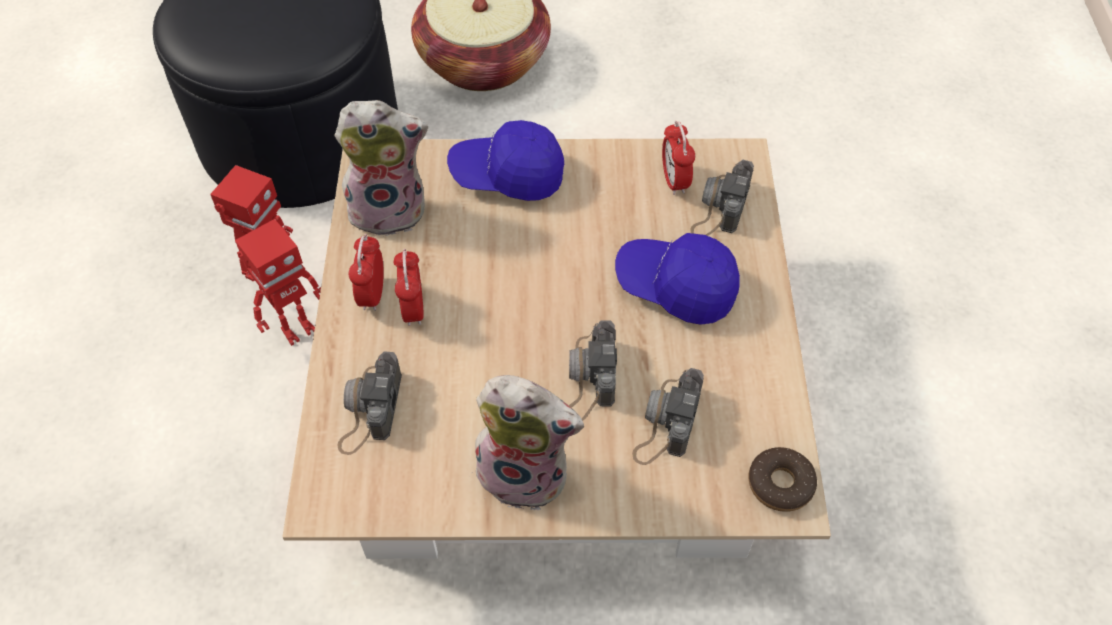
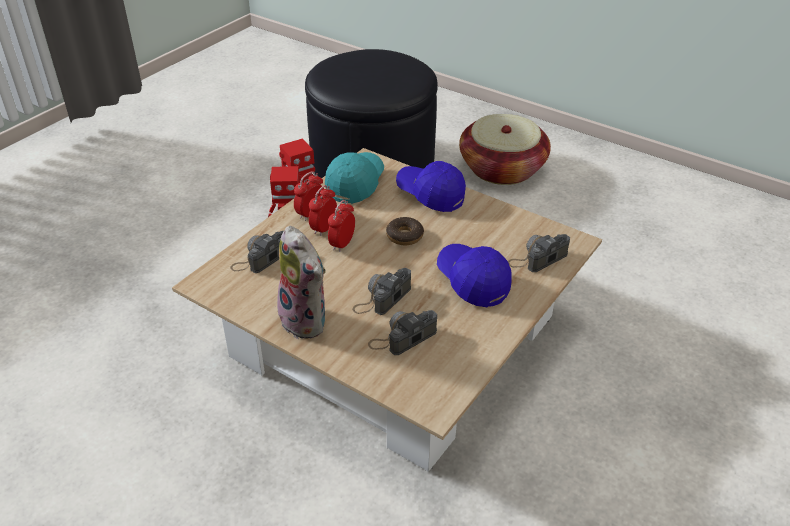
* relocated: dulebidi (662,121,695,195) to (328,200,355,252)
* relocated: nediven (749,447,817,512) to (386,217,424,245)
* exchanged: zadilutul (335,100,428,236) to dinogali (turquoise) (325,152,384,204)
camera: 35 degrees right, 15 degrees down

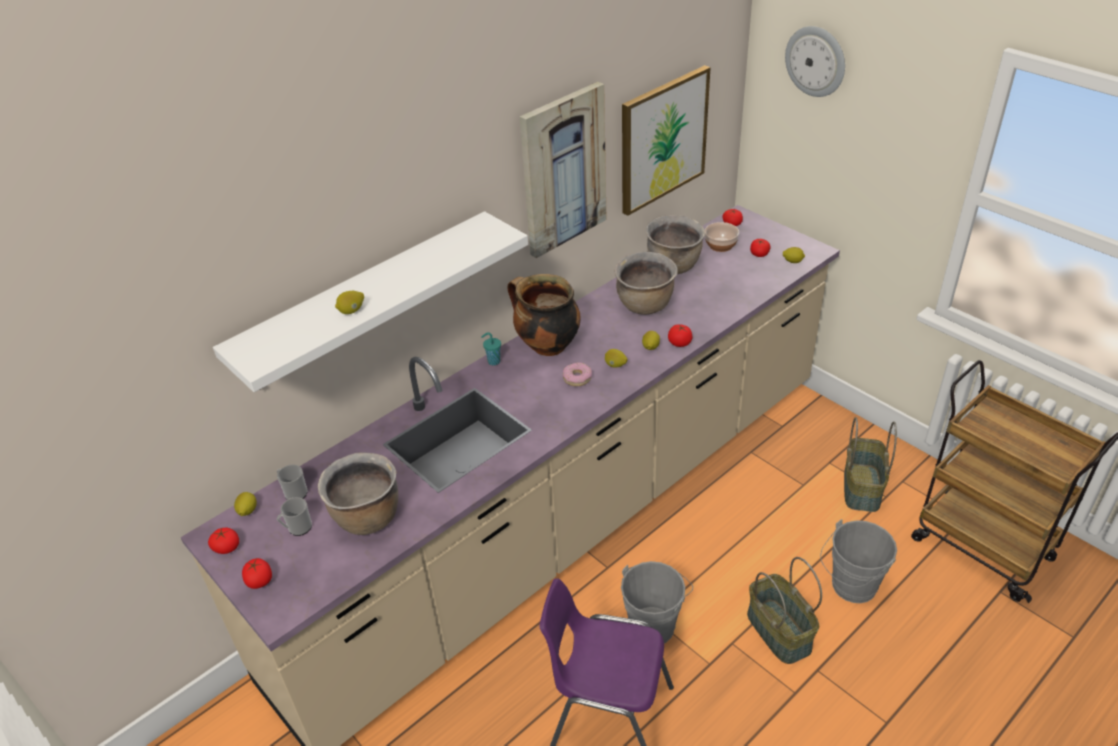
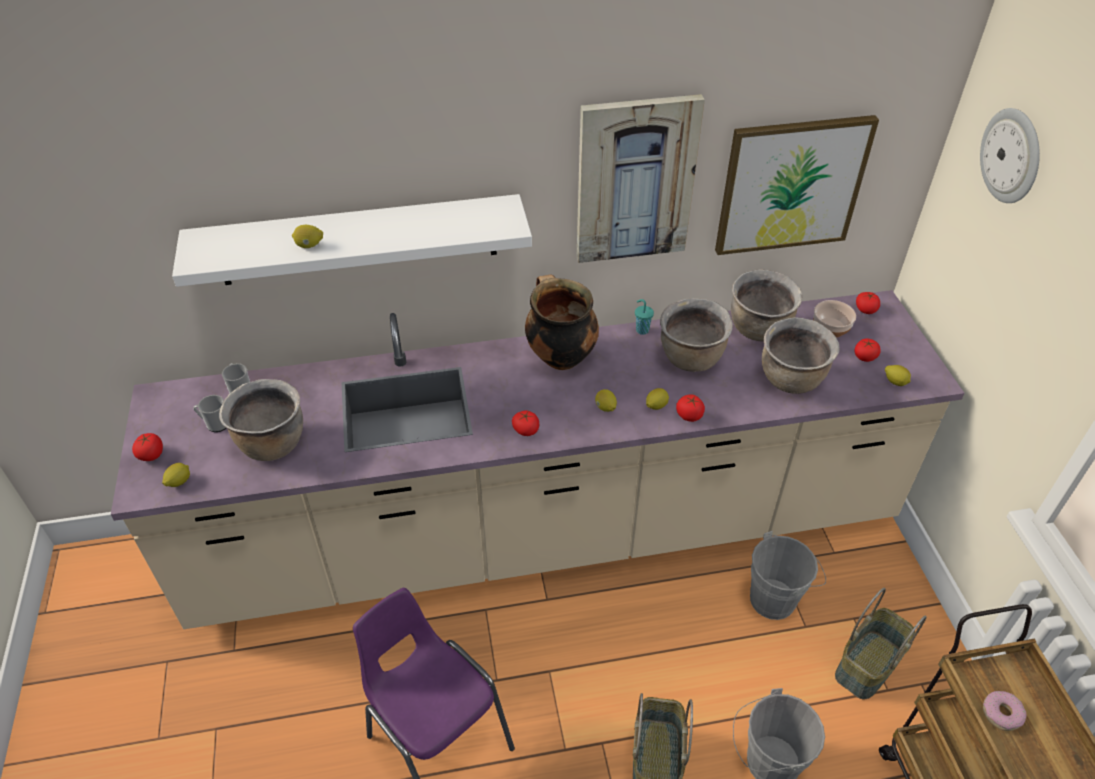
* appeared: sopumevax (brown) (762,317,840,394)
* relocated: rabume (208,527,239,554) to (512,410,539,436)
* relocated: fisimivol (234,492,257,516) to (162,463,190,487)
* relocated: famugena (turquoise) (481,332,501,365) to (635,299,654,335)
* relocated: nediven (563,362,592,386) to (983,691,1026,731)
* relocated: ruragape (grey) (621,561,693,644) to (750,531,826,620)
camera: 30 degrees right, 5 degrees up

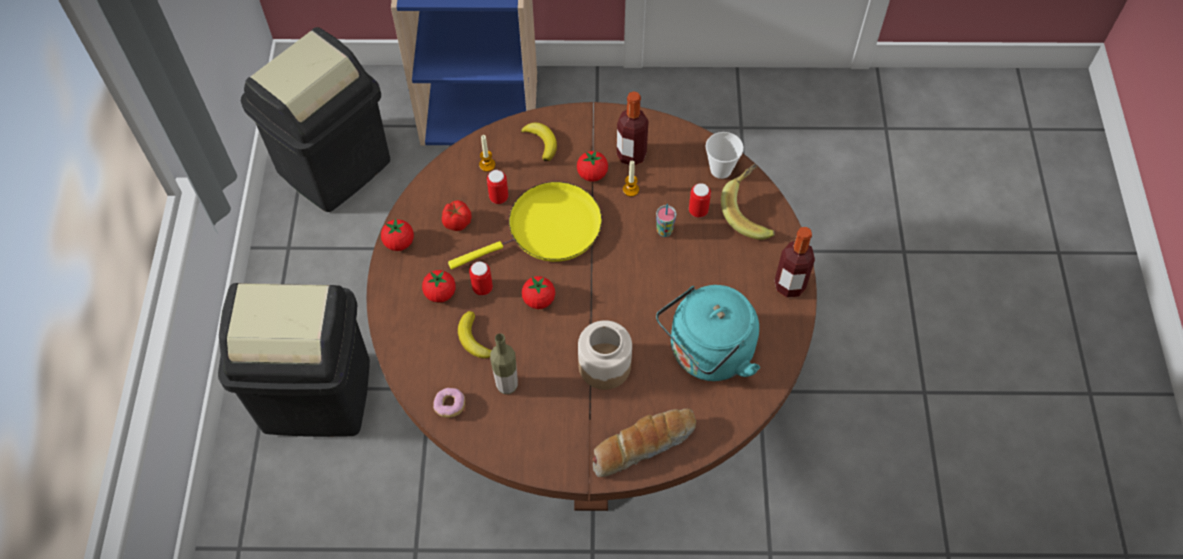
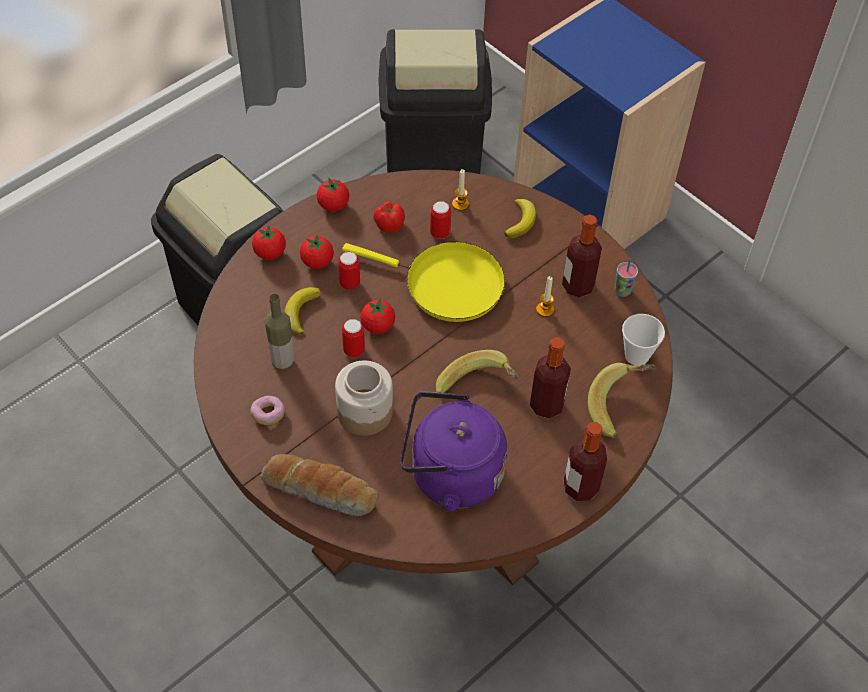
* appeared: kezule (436,350,518,393)
* appeared: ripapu (530,337,571,419)
* relocated: nediven (433,388,465,418) to (250,396,285,425)
* relocated: rabume (577,151,608,182) to (252,226,286,260)
* relocated: famugena (656,204,676,237) to (615,259,638,297)
* relocated: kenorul (689,183,711,218) to (342,319,365,357)
* colour: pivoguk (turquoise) (656,285,760,381) to pivoguk (purple) (400,391,507,512)
camera: 45 degrees right, 5 degrees down

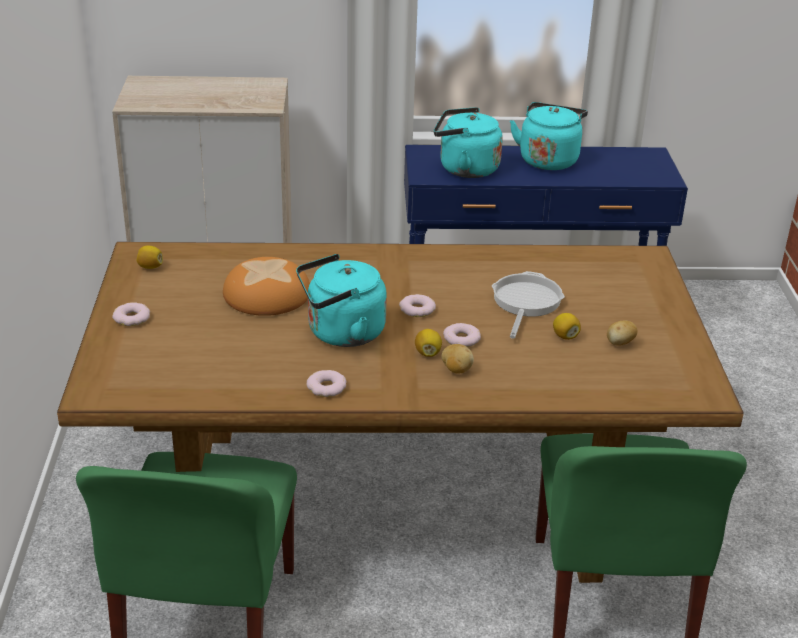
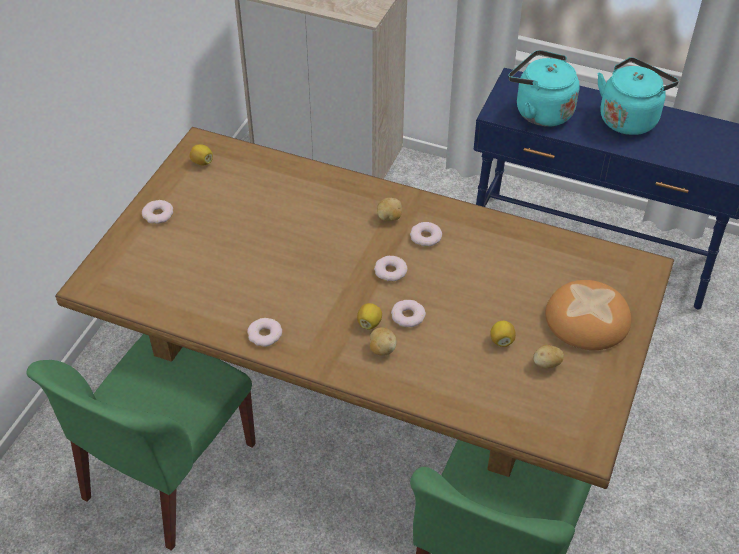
* missing: pivoguk (turquoise) (296,254,387,347)
* missing: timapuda (492,271,565,339)
* appeared: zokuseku (377,198,402,221)
* appeared: nediven (410,222,442,247)
* relocated: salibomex (223,257,310,316) to (545,280,631,350)
camera: 25 degrees right, 15 degrees up

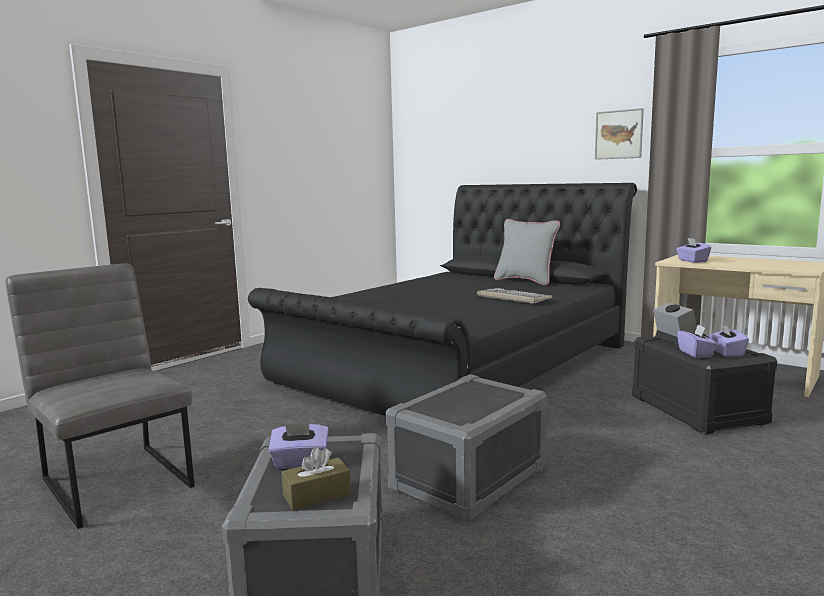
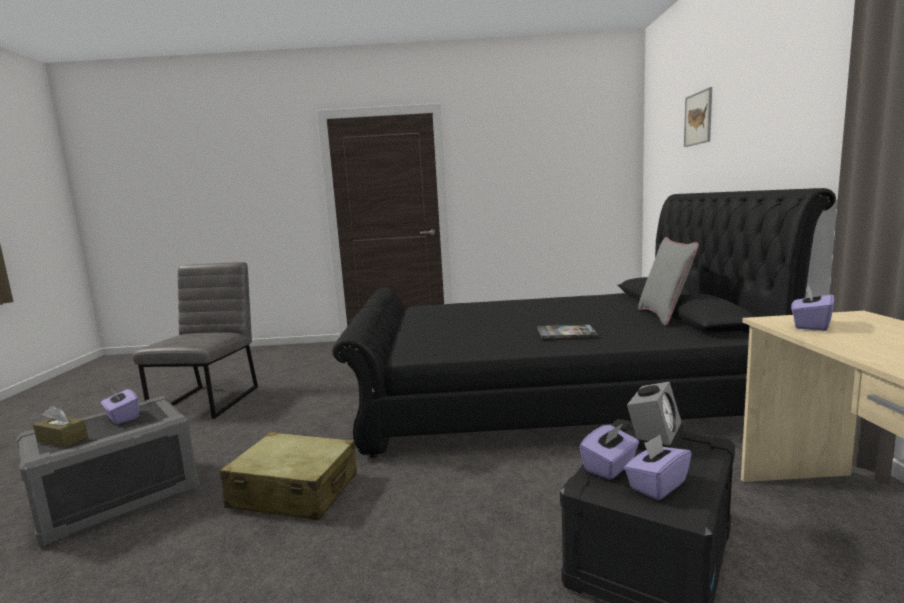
* relocated: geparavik (595,108,644,160) to (684,87,712,147)
* exchanged: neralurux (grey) (386,374,547,522) to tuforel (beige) (220,432,357,520)
* exchanged: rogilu (477,288,552,304) to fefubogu (537,325,599,339)
camera: 50 degrees right, 0 degrees up

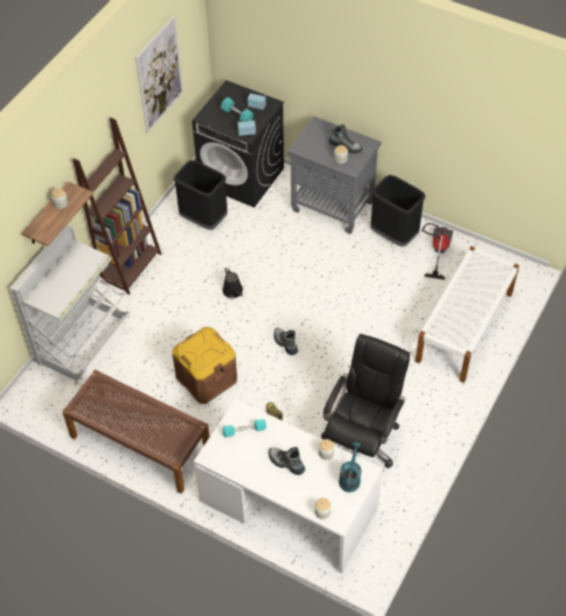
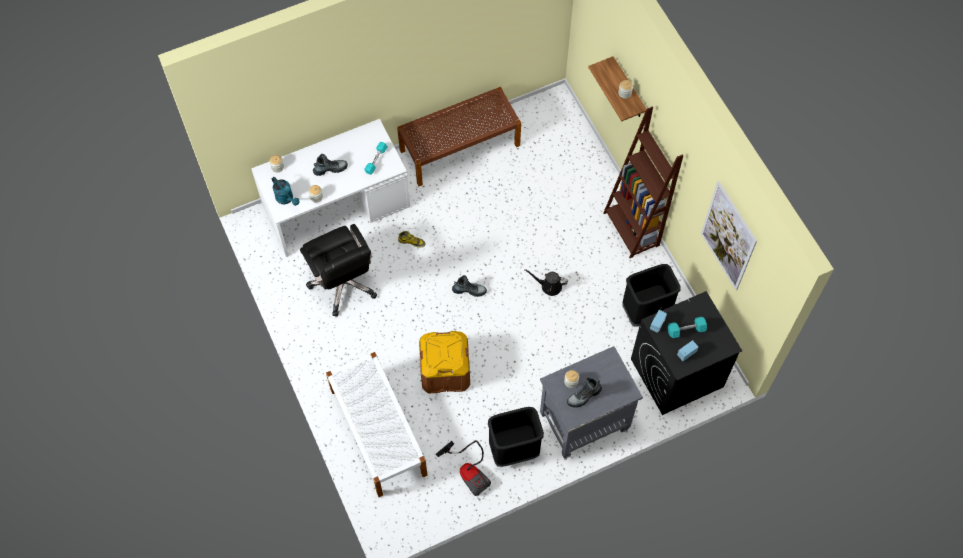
* missing: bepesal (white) (10,225,130,384)
* relocated: neralurux (brown) (172,327,237,404) to (419,331,470,394)
camera: 125 degrees right, 10 degrees up

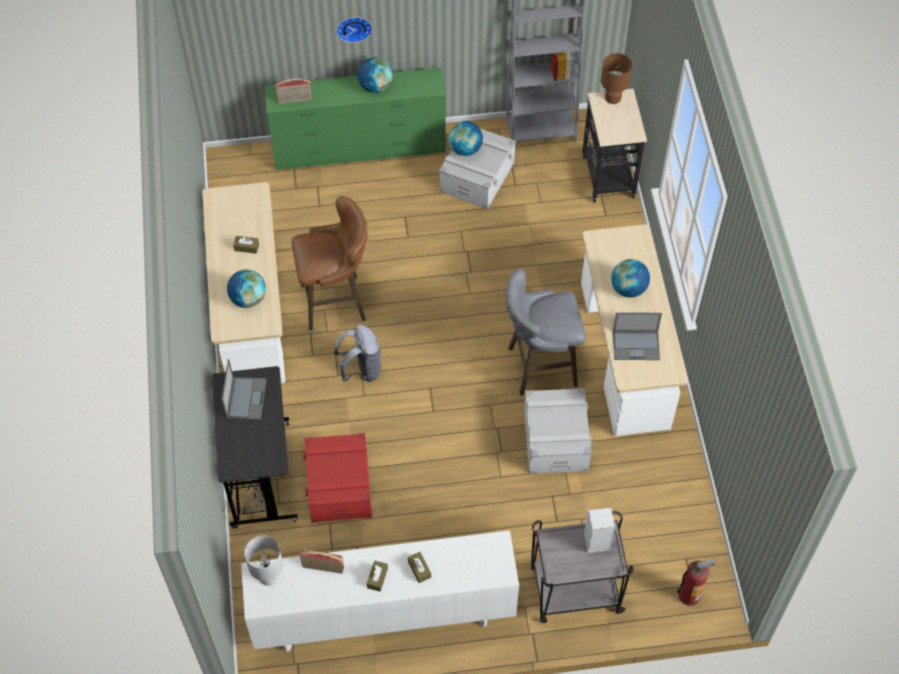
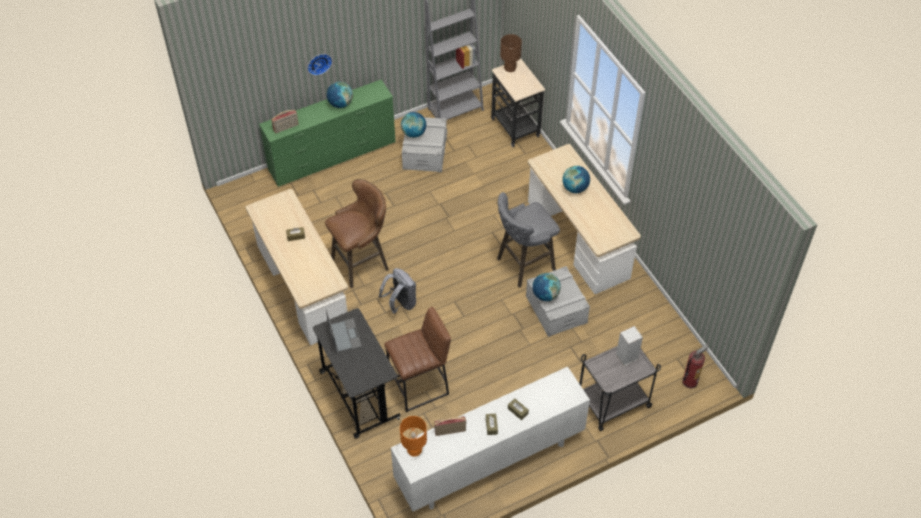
* missing: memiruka (613,312,662,360)
* relocated: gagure (227,269,266,308) to (532,273,561,301)
* exchanged: neralurux (red) (303,433,372,523) to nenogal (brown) (384,307,451,412)
* colour: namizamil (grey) (244,536,283,586) to namizamil (orange) (400,416,427,457)
camera: 20 degrees left, 5 degrees down

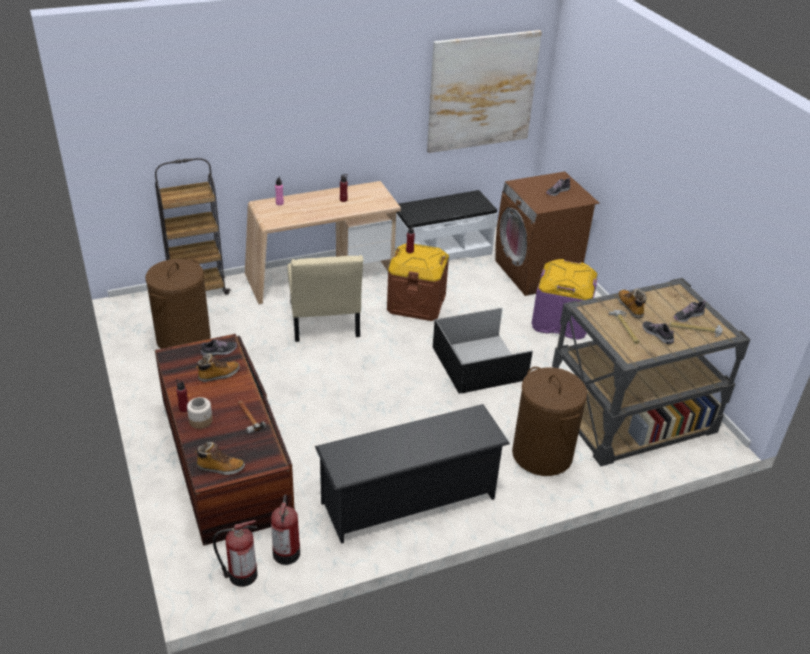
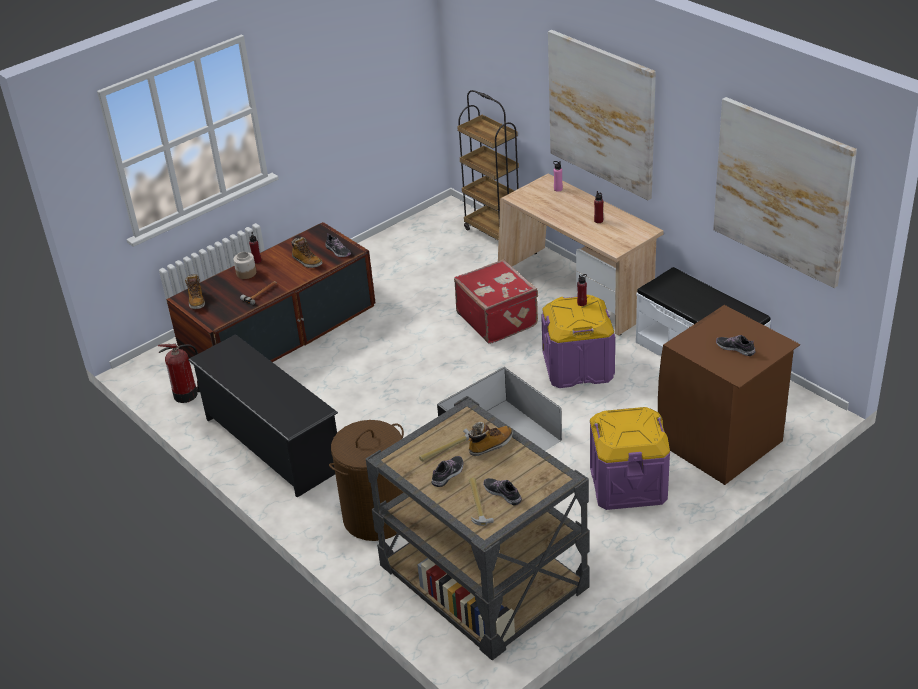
* missing: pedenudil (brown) (145,259,211,349)
* missing: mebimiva (213,520,257,587)
* appeared: geparavik (548,30,656,200)
* exchanged: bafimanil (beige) (287,255,363,342) to tuforel (red) (454,259,538,344)
* colour: neralurux (brown) (387,243,449,321) to neralurux (purple) (541,295,615,388)
camera: 75 degrees right, 0 degrees up

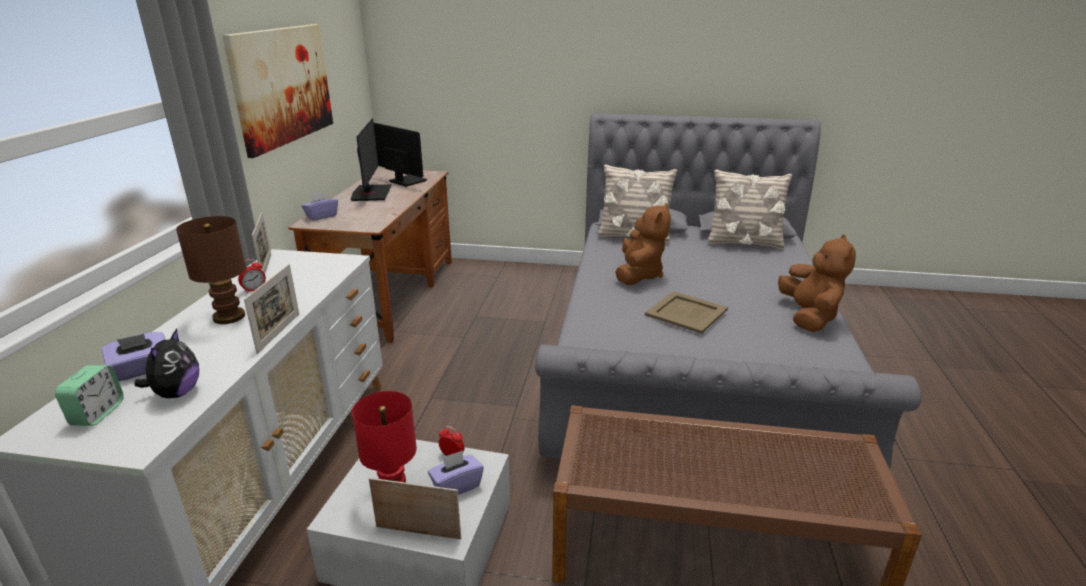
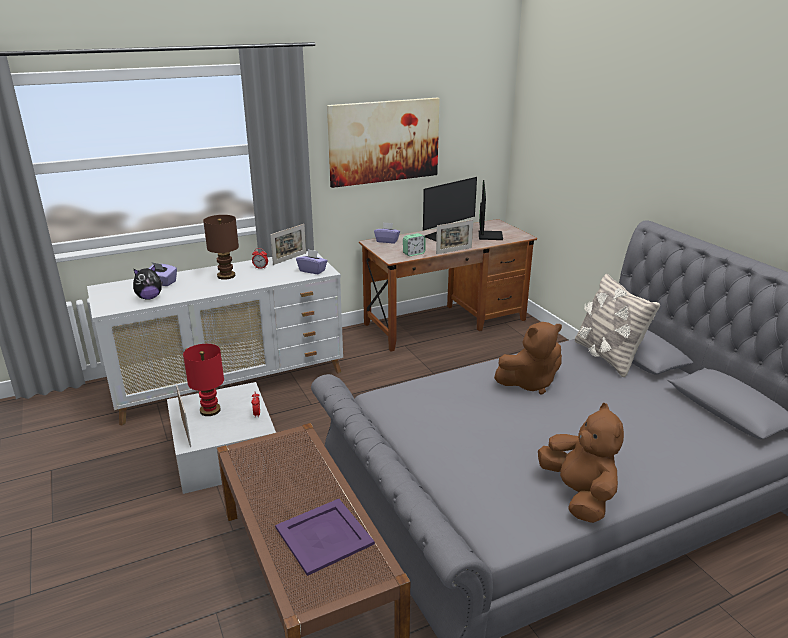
* missing: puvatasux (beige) (645,291,728,334)
* missing: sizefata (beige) (707,170,792,250)
* appeared: puvatasux (purple) (275,499,375,576)
* relocated: dulebidi (55,365,124,426) to (403,233,425,256)
* relocated: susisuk (244,264,299,354) to (436,220,473,254)
* relocated: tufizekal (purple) (428,450,484,495) to (296,249,328,275)
* spun: zadilutul (brown) (778,234,856,332) = (538,403,624,523) 75 degrees counterclockwise
camera: 55 degrees right, 0 degrees up

